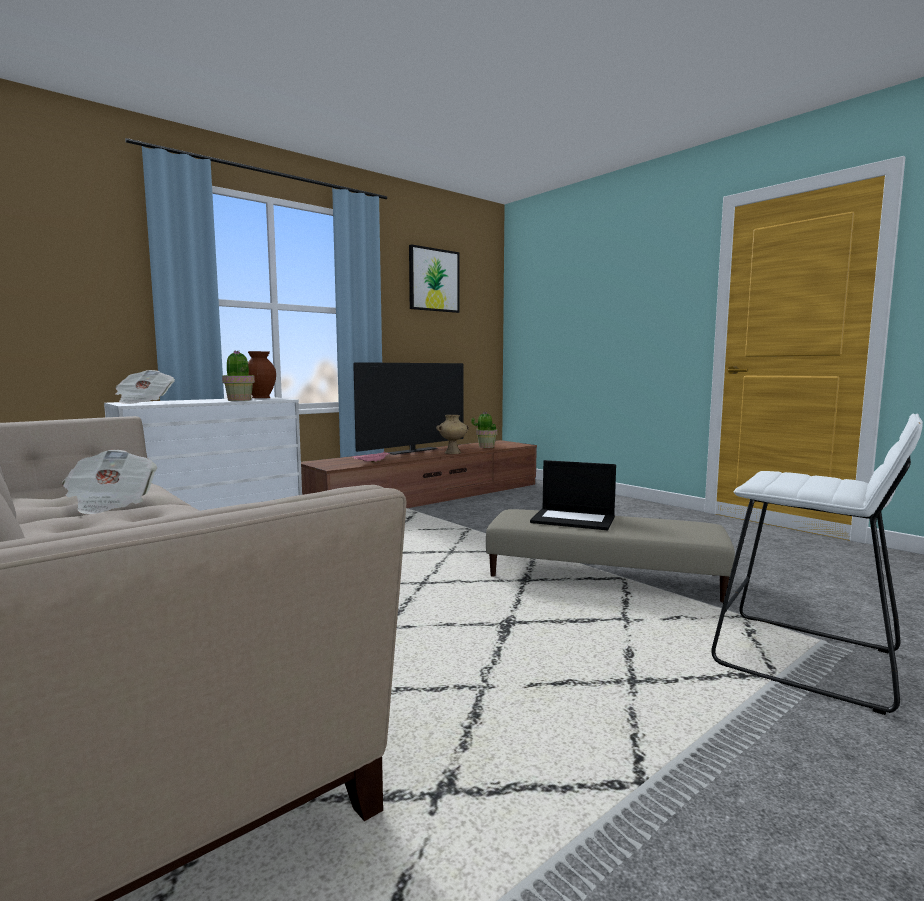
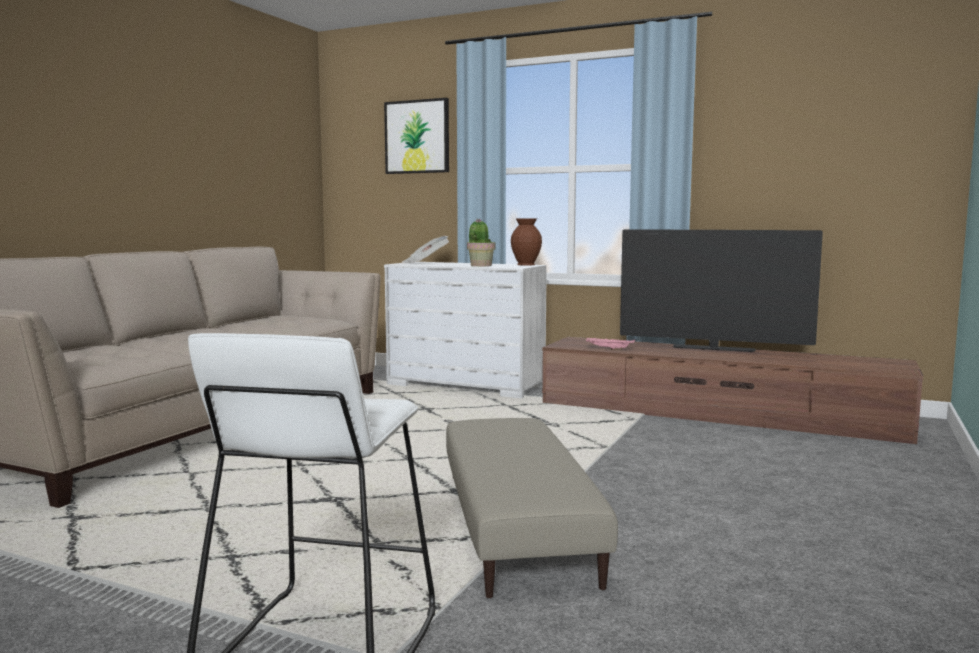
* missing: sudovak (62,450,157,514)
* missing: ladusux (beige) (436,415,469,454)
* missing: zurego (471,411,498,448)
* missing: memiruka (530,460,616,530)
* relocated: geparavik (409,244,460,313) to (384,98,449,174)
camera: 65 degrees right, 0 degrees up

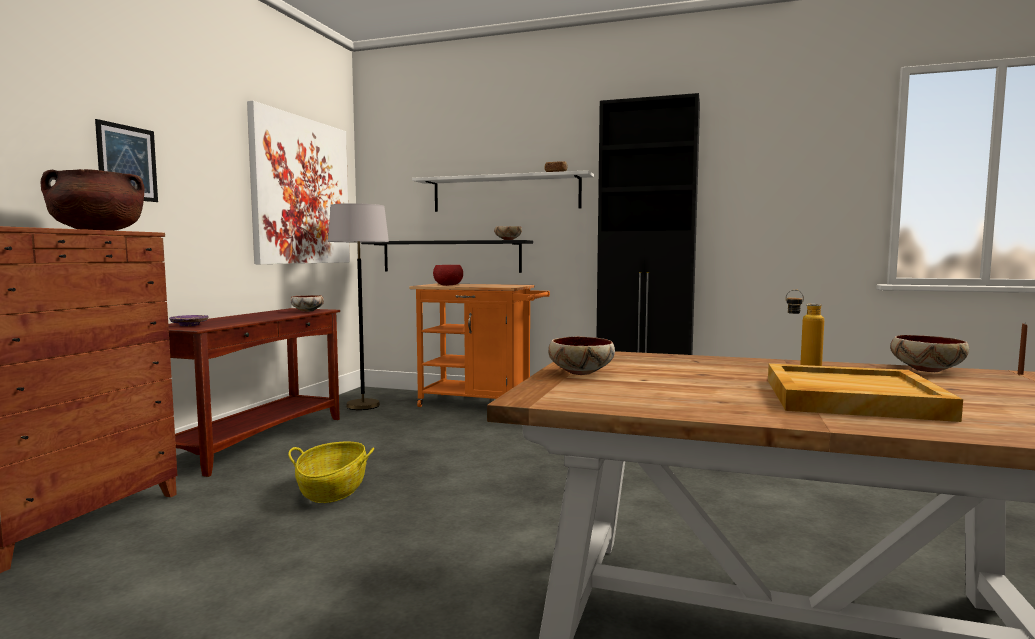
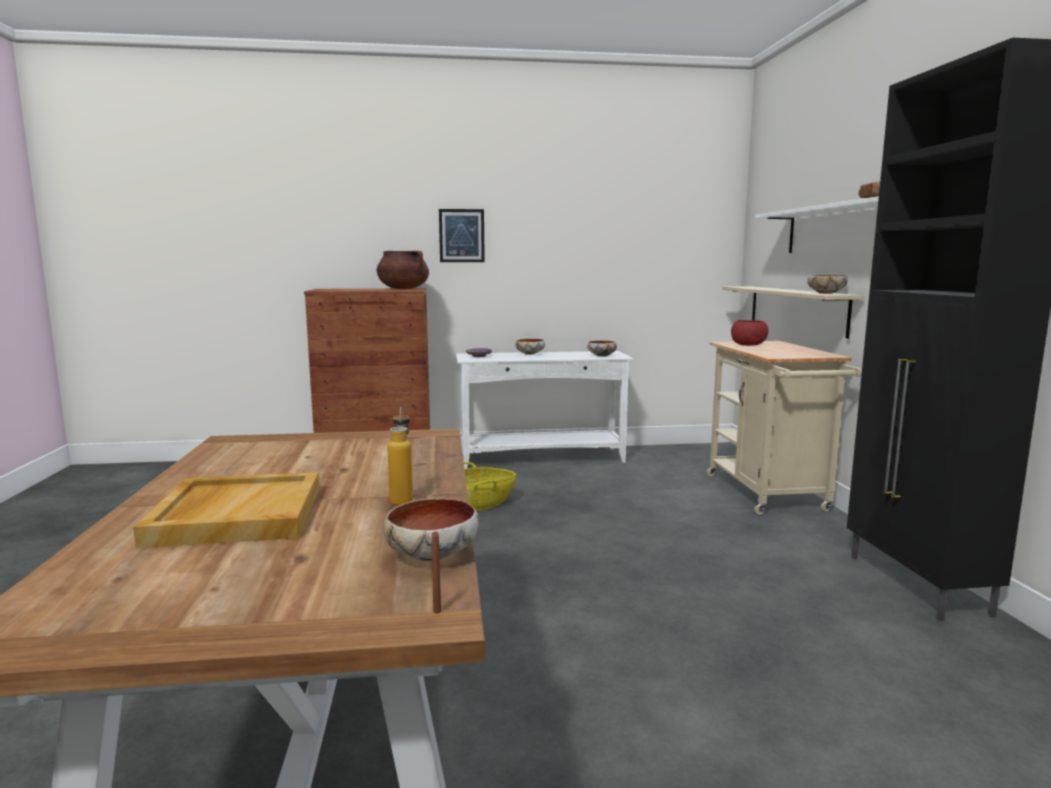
* missing: geparavik (247,101,350,264)
* missing: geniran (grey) (328,203,389,410)
* relocated: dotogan (548,337,615,375) to (516,339,545,355)
* colour: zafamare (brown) (168,308,340,477) to zafamare (white) (456,351,633,469)
* colour: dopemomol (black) (361,240,533,273) to dopemomol (beige) (722,286,863,339)
* colour: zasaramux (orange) (409,283,550,407) to zasaramux (beige) (707,341,862,514)
camera: 65 degrees right, 5 degrees up

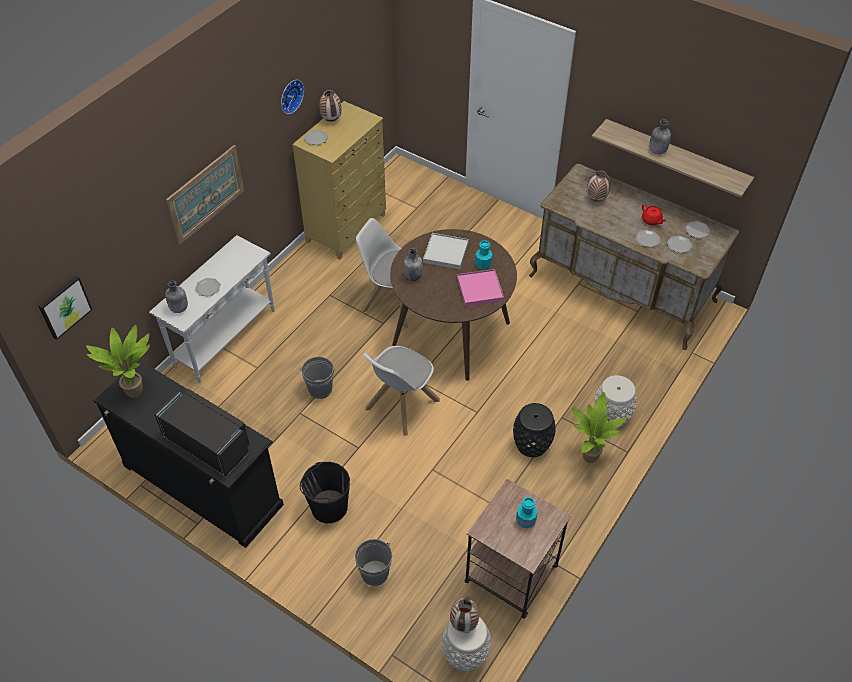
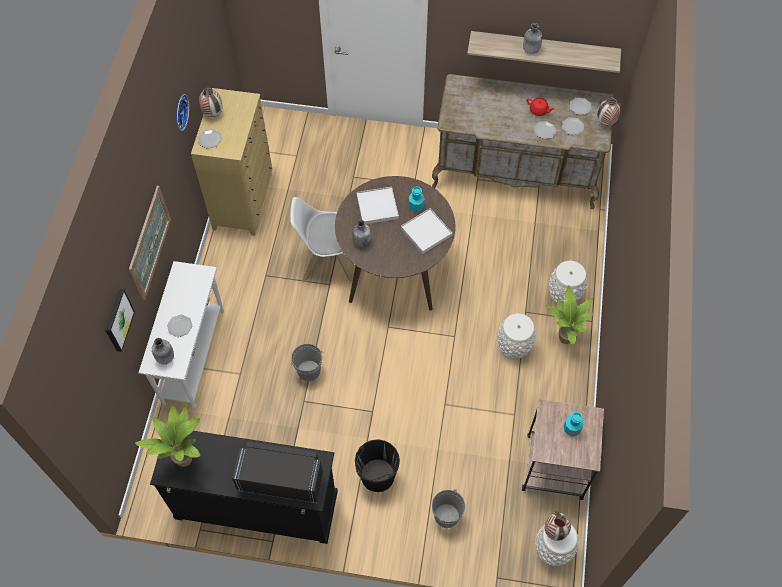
* missing: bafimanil (363,346,440,436)
* relocated: geparavik (39,276,93,340) to (105,288,135,352)
* relocated: ladusux (587,170,611,202) to (597,97,621,125)
* colour: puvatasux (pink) (457,269,504,307) to puvatasux (white) (401,208,452,254)
* colour: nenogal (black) (513,403,556,457) to nenogal (white) (497,313,536,359)
camera: 25 degrees left, 10 degrees up

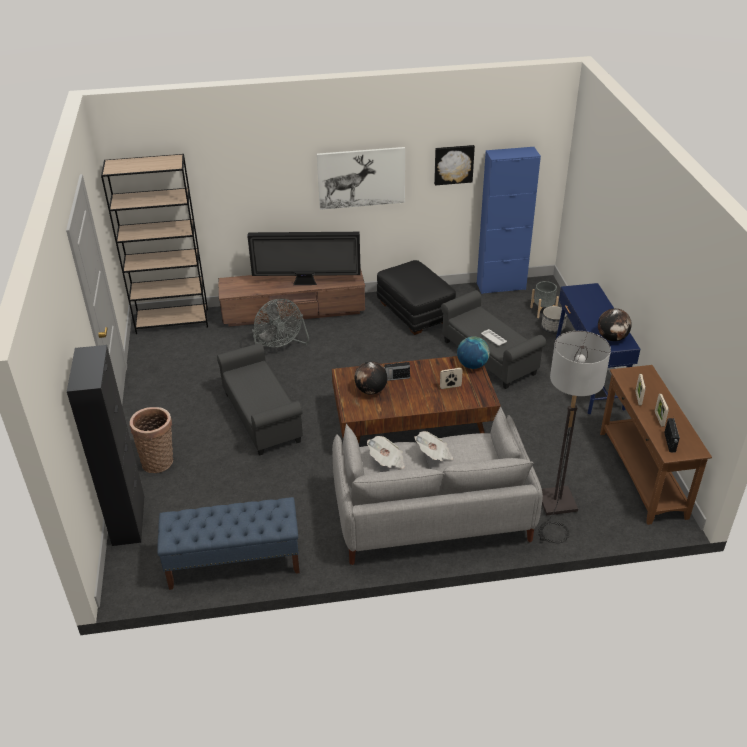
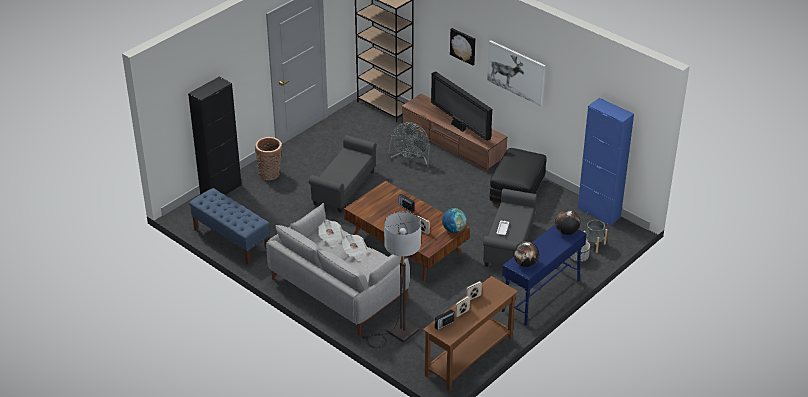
* relocated: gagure (354,362,387,395) to (555,210,580,235)
* relocated: geparavik (434,145,475,185) to (450,28,475,66)
camera: 50 degrees right, 0 degrees up

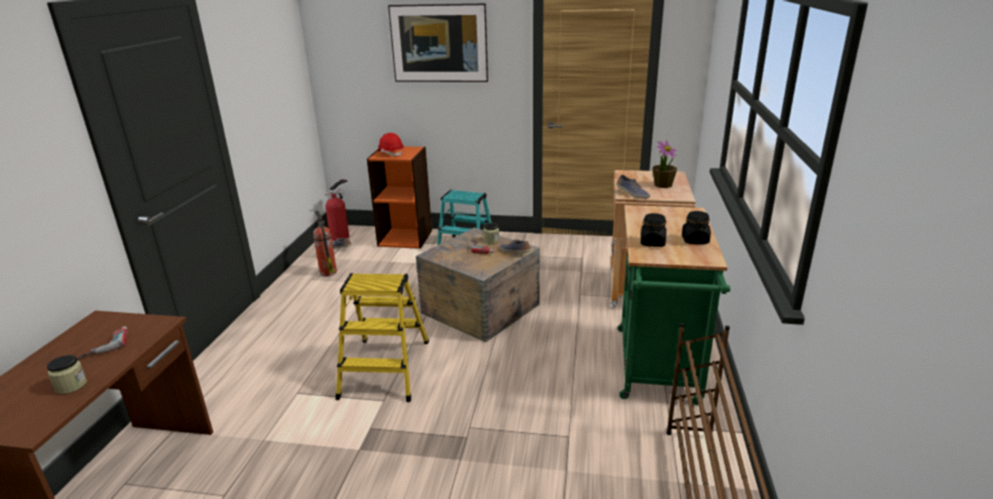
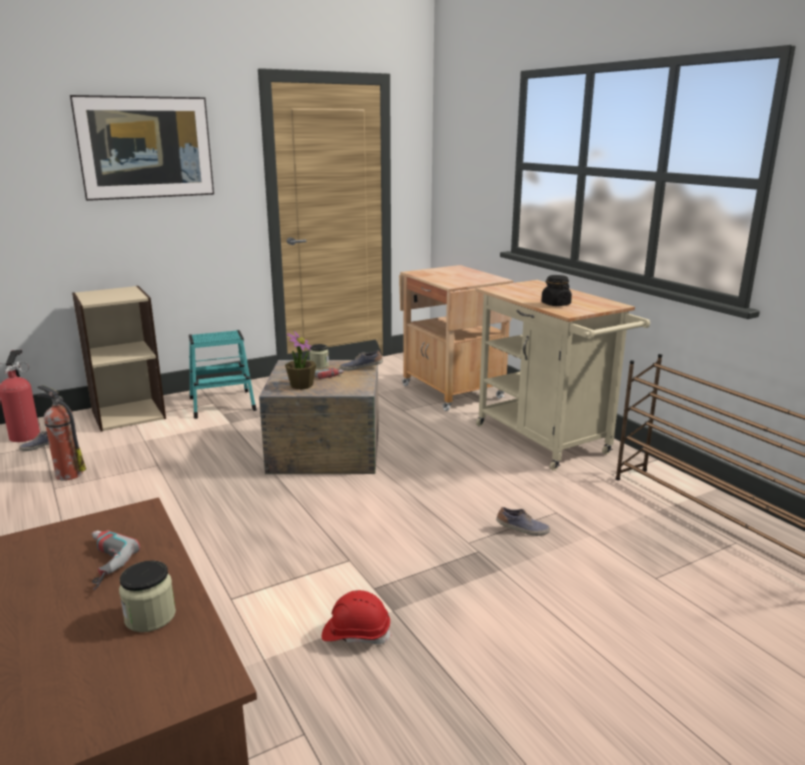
* missing: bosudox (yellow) (335,273,429,402)
* missing: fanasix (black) (682,211,711,244)
* relocated: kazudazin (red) (377,133,404,156) to (322,590,392,644)
* relocated: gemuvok (616,174,650,199) to (496,507,550,536)
* relocated: zurego (653,140,677,188) to (285,331,316,390)
* colour: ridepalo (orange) (367,146,432,249) to ridepalo (beige) (72,286,166,431)
* colour: zasaramux (green) (617,205,730,405) to zasaramux (beige) (476,280,650,471)
camera: 40 degrees left, 5 degrees down

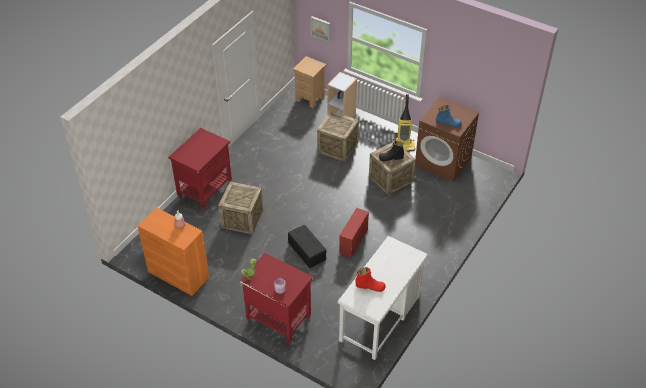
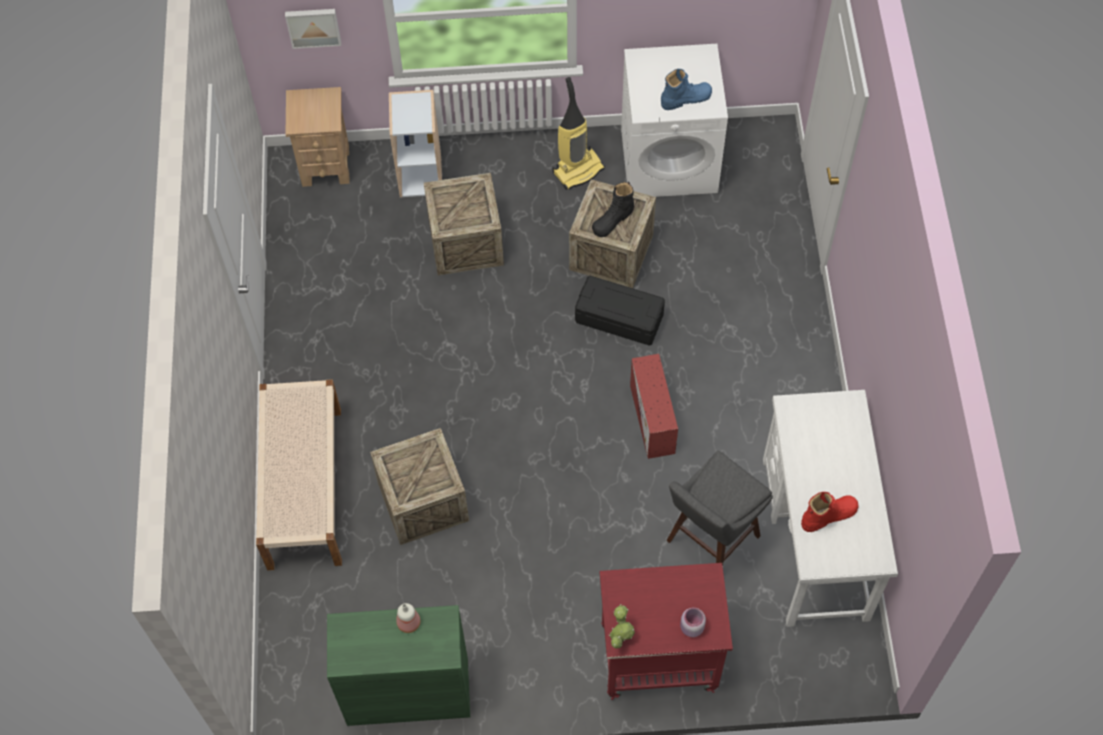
* appeared: nenogal (grey) (667,451,773,566)
* relocated: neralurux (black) (288,225,326,268) to (575,276,665,346)
* exchanged: zasaramux (red) (168,128,232,211) to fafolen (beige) (256,379,342,571)
* colour: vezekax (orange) (138,207,209,296) to vezekax (green) (327,605,470,726)
* colour: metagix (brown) (415,97,480,182) to metagix (white) (621,44,728,197)
camera: 35 degrees left, 15 degrees up

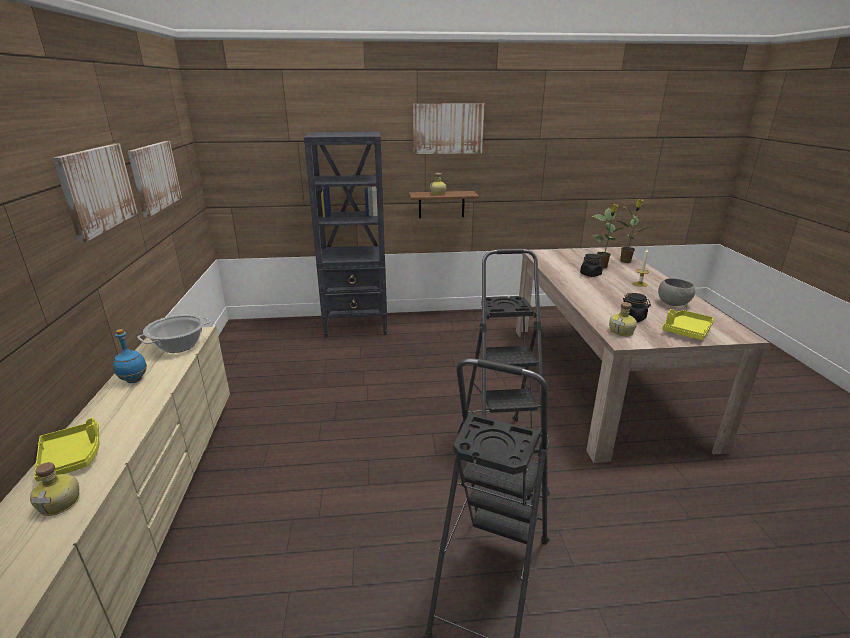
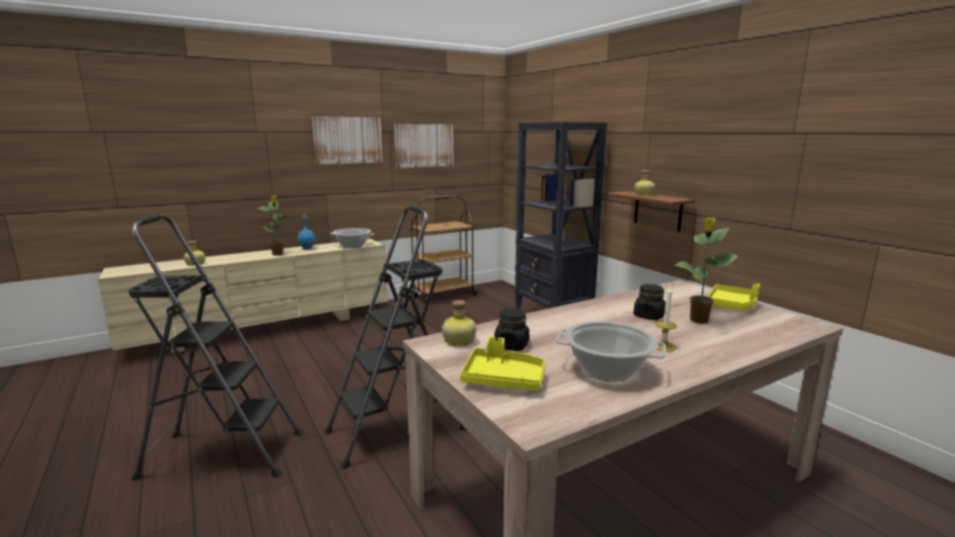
* missing: geparavik (413,103,484,154)
* appeared: zasaramux (brown) (411,195,477,303)
* relocated: puvatasux (yellow) (34,418,99,482) to (708,283,760,311)
* relocated: zurego (614,199,652,263) to (257,195,287,256)
* exchanged: dotogan (grey) (658,278,695,306) to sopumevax (555,321,666,382)
camera: 65 degrees right, 10 degrees down

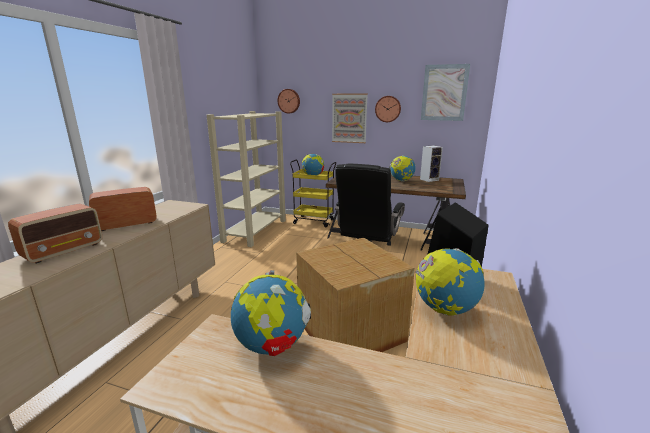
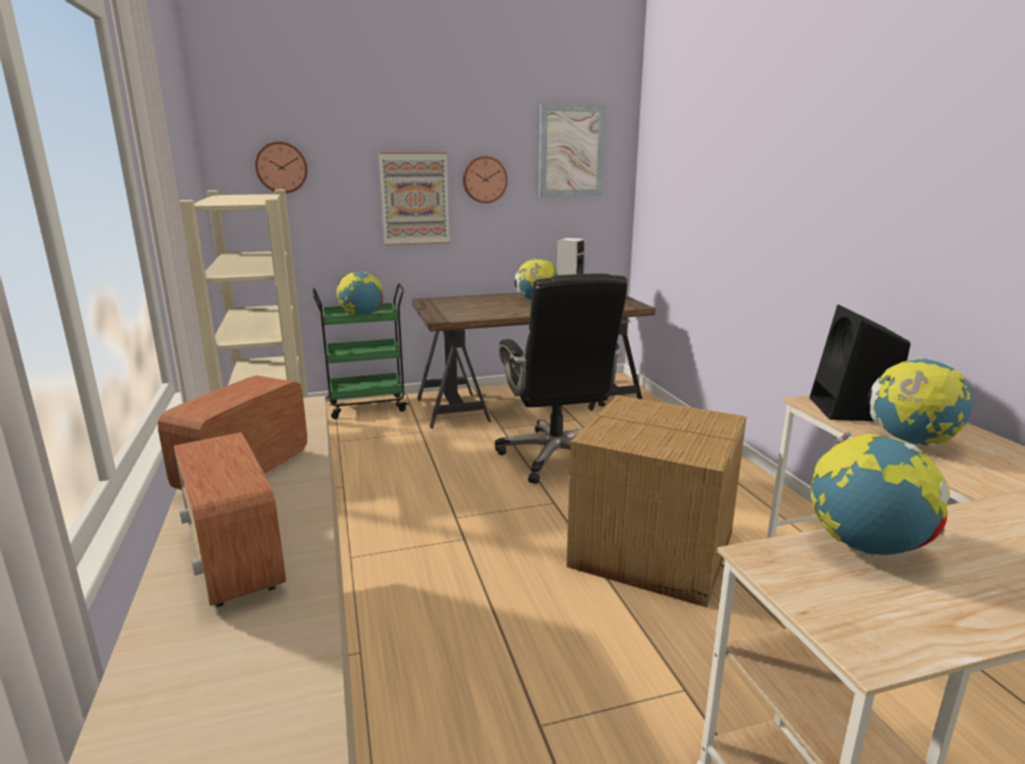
* colour: zasaramux (yellow) (290,160,336,228) to zasaramux (green) (313,283,410,419)
* spun: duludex (8,204,102,264) = (174,432,286,607) 150 degrees clockwise
camera: 35 degrees left, 0 degrees up

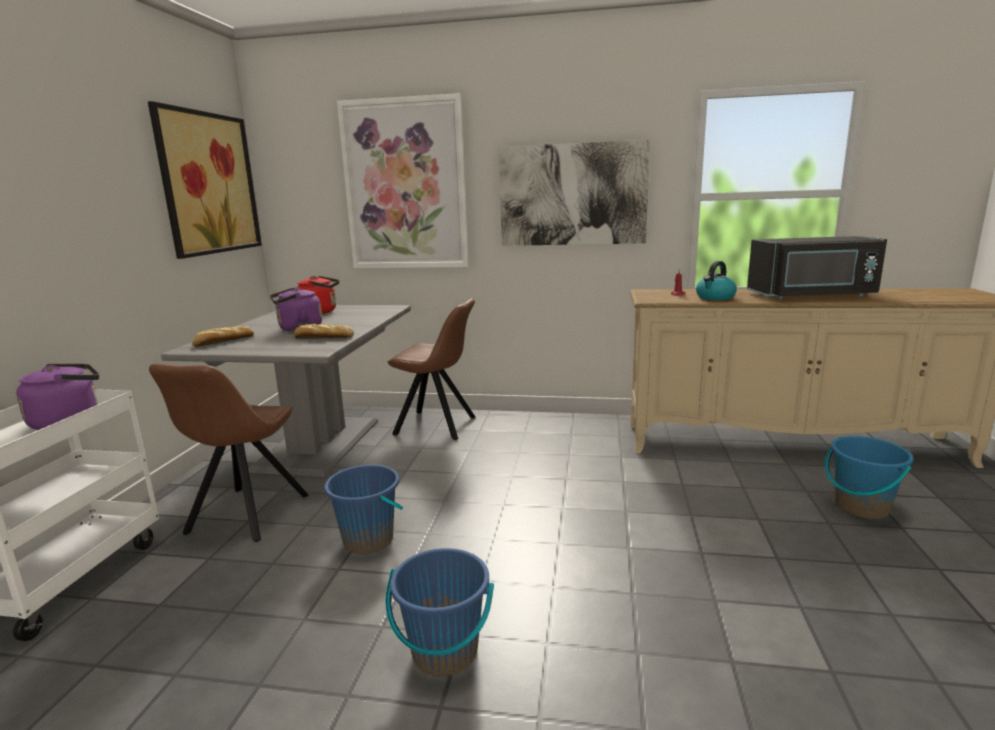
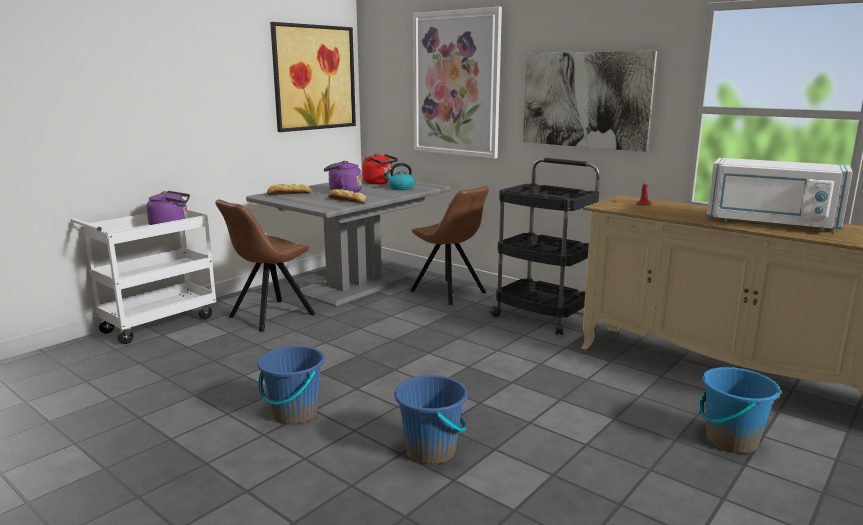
* appeared: zasaramux (black) (490,158,600,335)
* relocated: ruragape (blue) (324,465,403,554) to (395,375,468,464)
* relocated: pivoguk (696,261,737,300) to (384,163,415,190)
* colour: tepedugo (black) (747,236,887,299) to tepedugo (white) (707,158,853,231)
camera: 30 degrees right, 0 degrees up

